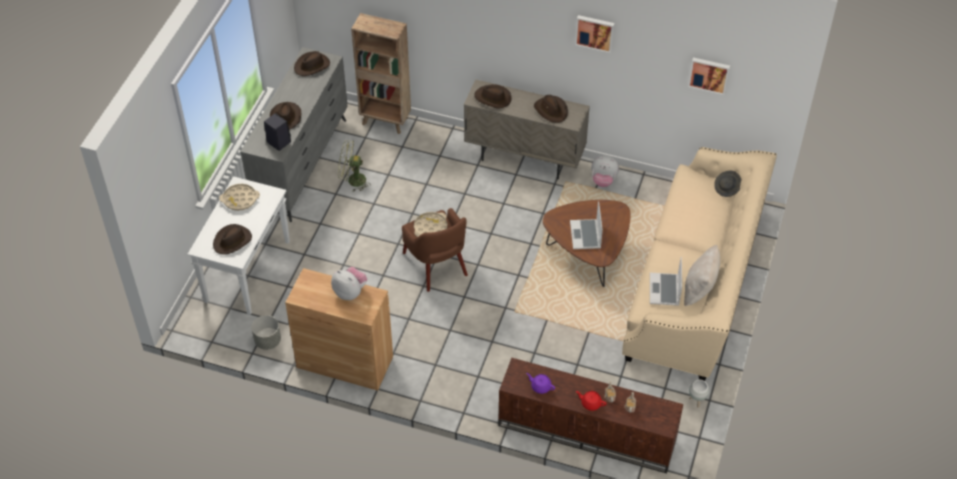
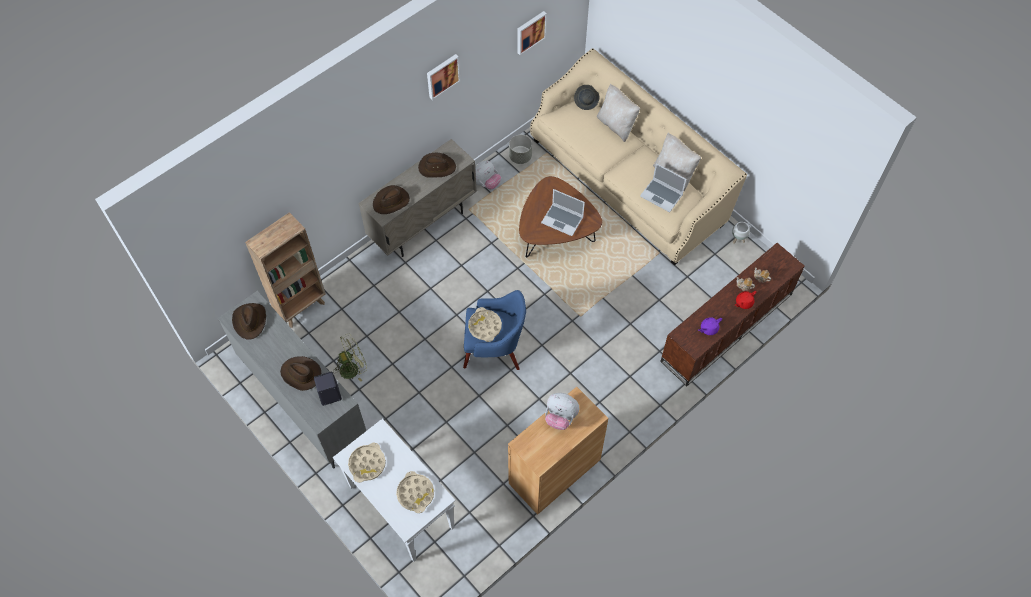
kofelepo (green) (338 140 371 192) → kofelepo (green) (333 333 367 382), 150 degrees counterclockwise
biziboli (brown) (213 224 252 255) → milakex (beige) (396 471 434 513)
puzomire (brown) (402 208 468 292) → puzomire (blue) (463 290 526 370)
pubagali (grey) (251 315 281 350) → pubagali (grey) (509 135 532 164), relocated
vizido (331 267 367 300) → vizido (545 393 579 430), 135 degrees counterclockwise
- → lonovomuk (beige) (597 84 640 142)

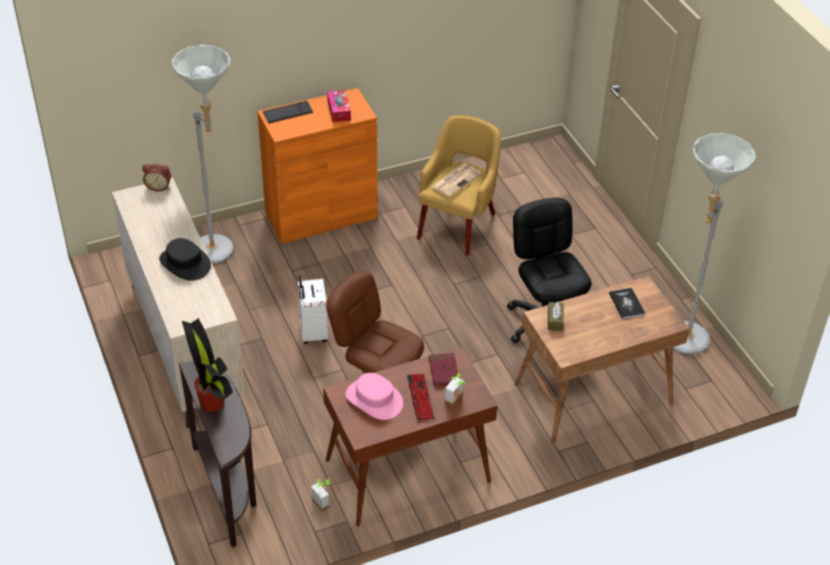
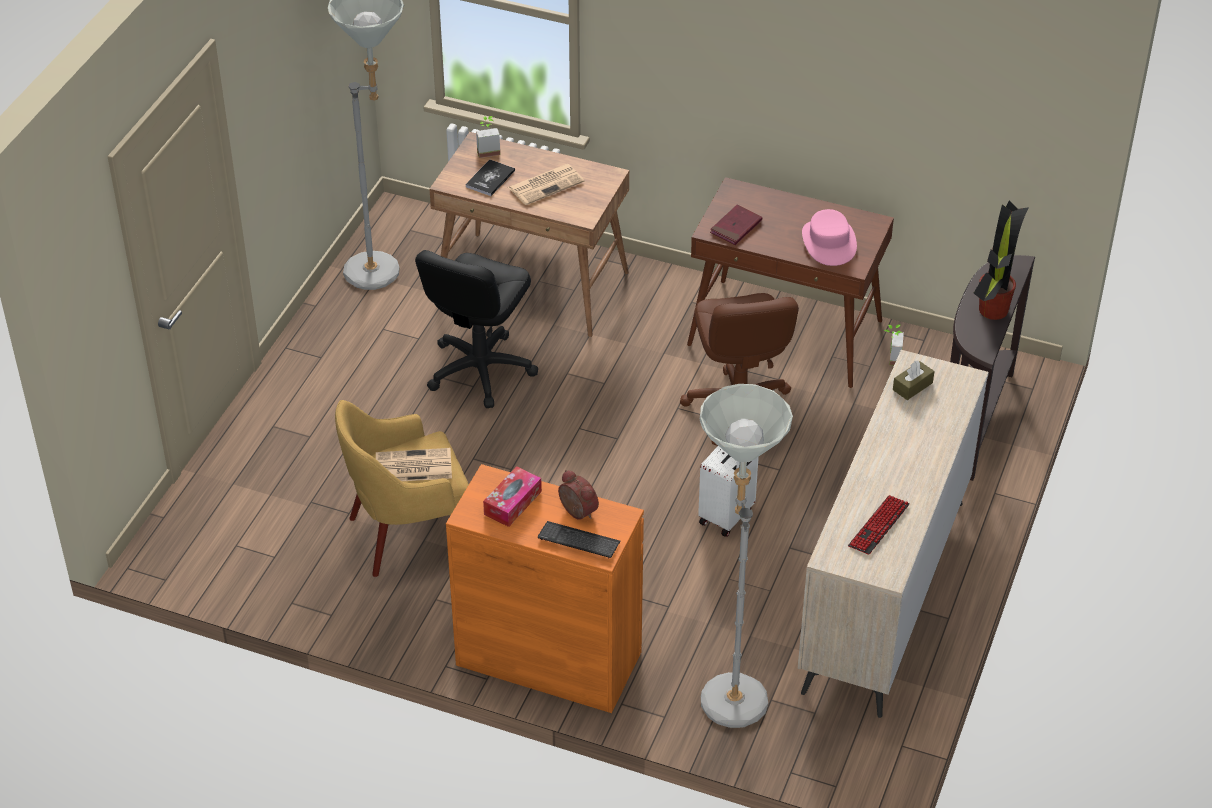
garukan (445 373 466 407) → garukan (476 116 500 158), relocated
- → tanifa (508 164 585 205)
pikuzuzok (142 164 171 192) → pikuzuzok (558 470 599 520), relocated
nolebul (407 374 434 421) → nolebul (848 495 910 555), relocated
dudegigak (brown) (548 302 564 331) → dudegigak (brown) (893 361 934 400), relocated
biziboli (black) (159 238 211 281) → -

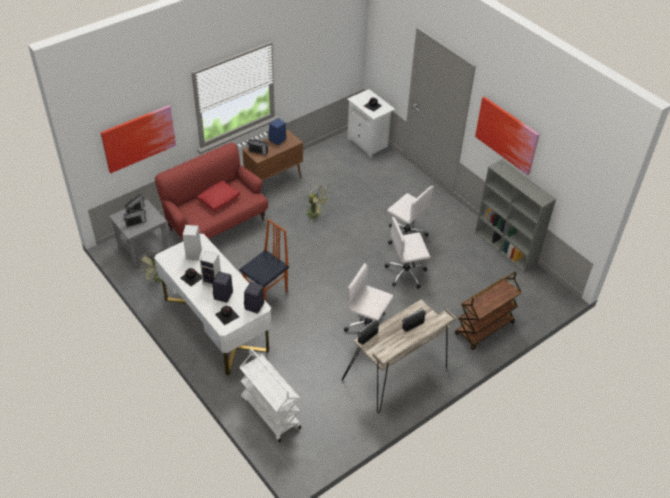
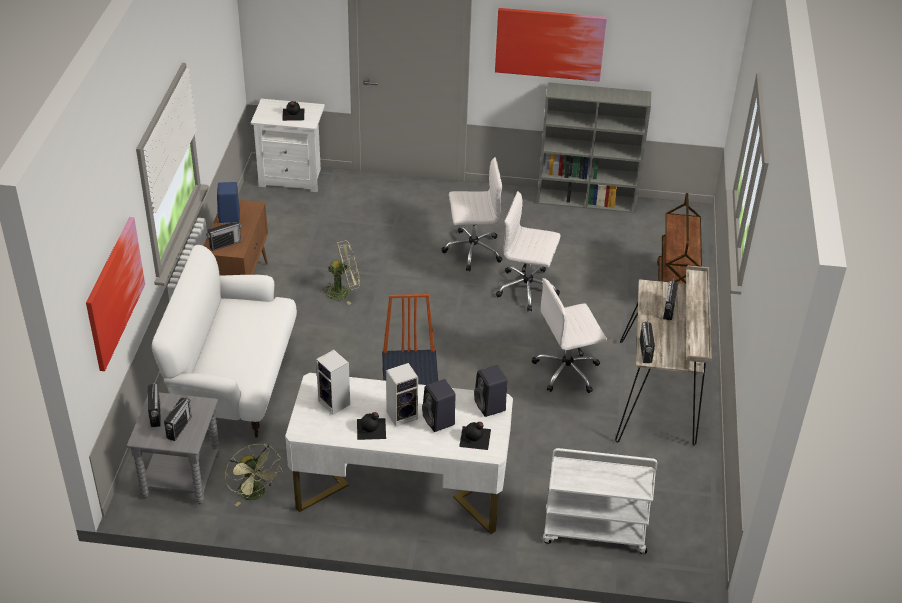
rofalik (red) (155 142 268 240) → rofalik (white) (152 245 297 438)
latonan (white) (385 217 430 289) → latonan (white) (496 191 560 311), 75 degrees clockwise
lonovomuk (red) (197 181 240 211) → -

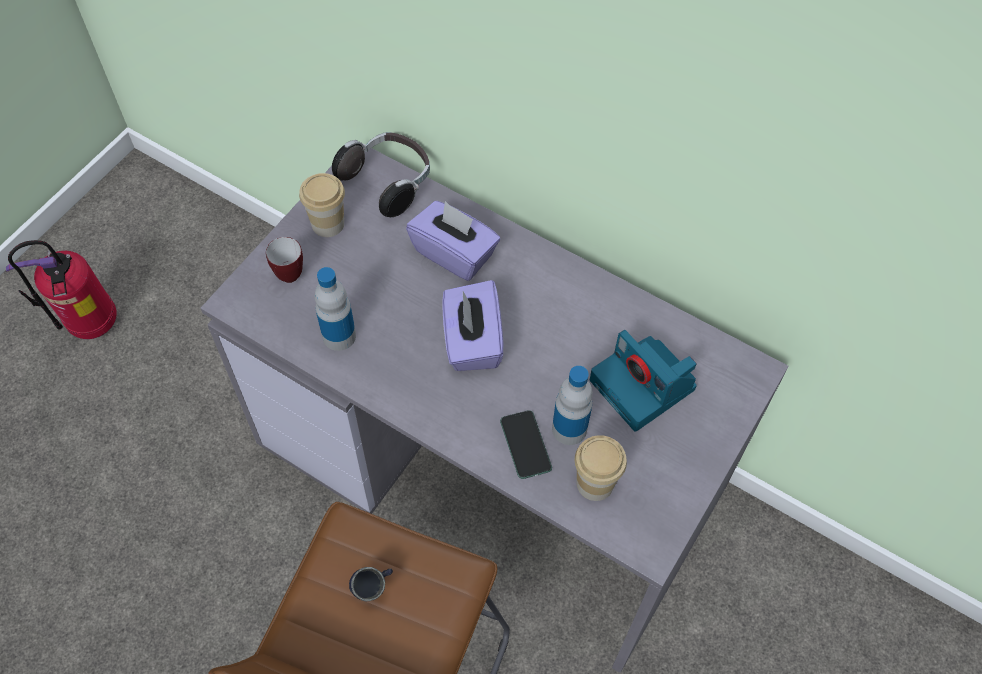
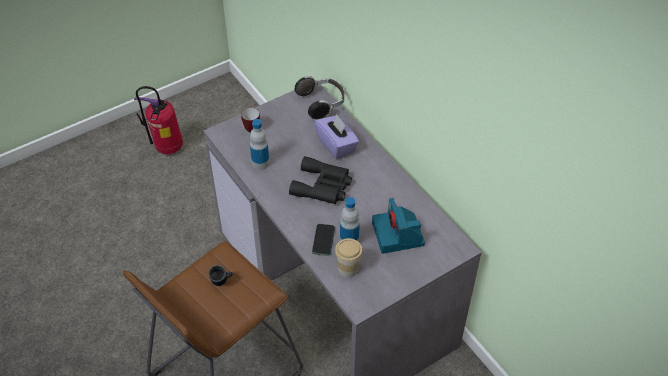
dudegigak (purple) (442 280 503 371) → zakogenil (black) (289 156 352 204)
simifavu (299 173 345 237) → -

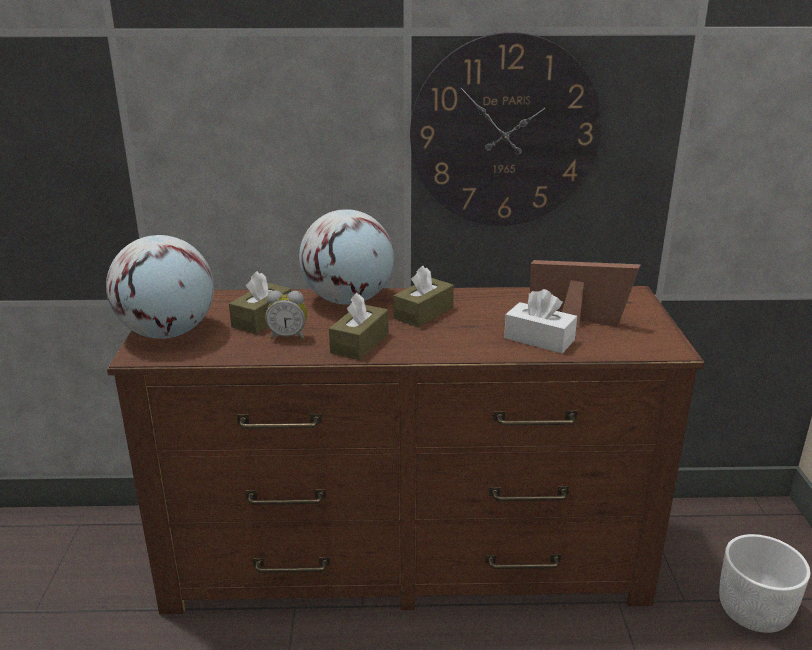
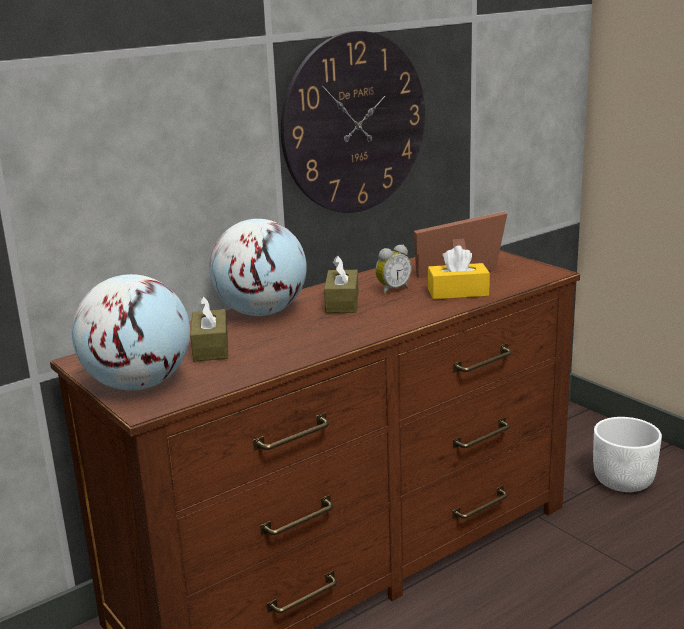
pikuzuzok (265 290 307 340) → pikuzuzok (375 244 412 294), relocated
dudegigak (white) (504 289 577 353) → dudegigak (yellow) (428 246 490 300)
dudegigak (brown) (329 293 388 360) → -

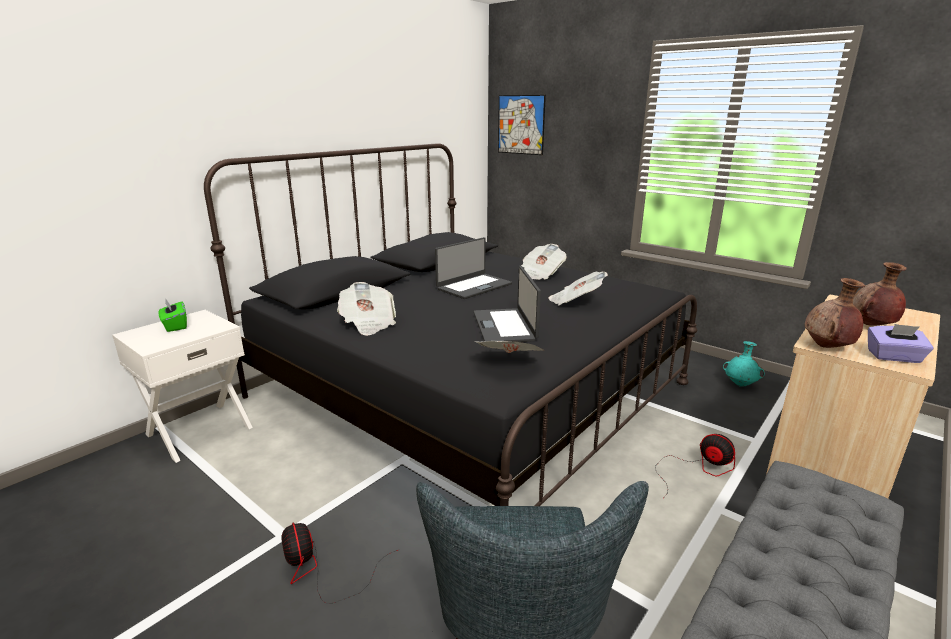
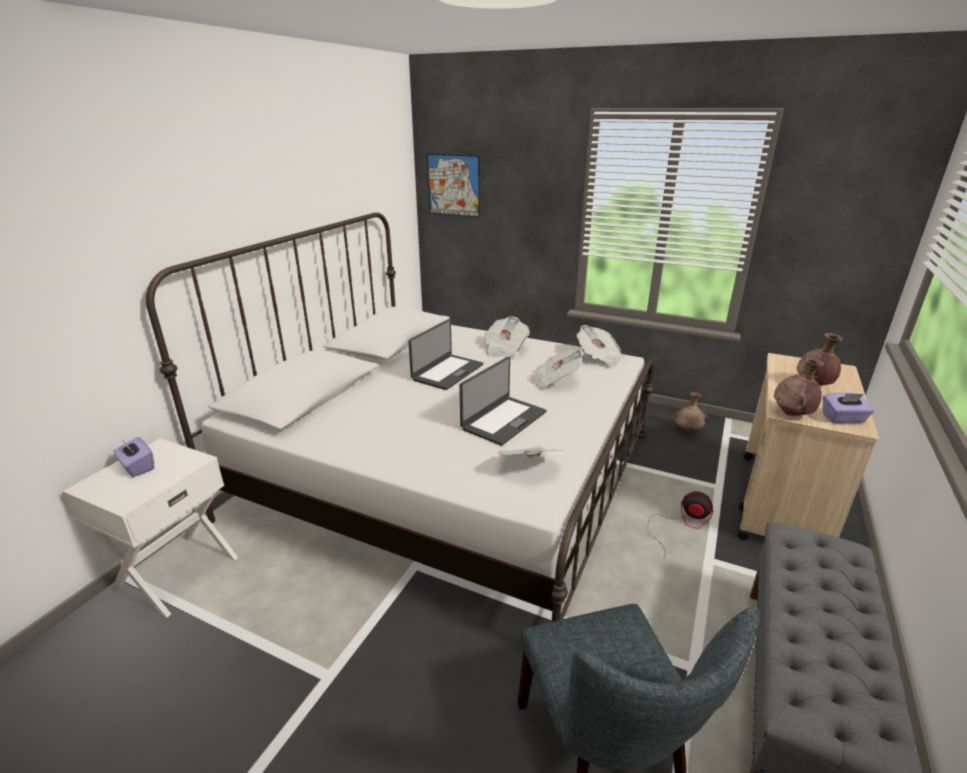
dudegigak (green) (159 298 187 332) → dudegigak (purple) (113 437 154 477)
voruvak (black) (204 143 697 506) → voruvak (white) (146 212 653 622)
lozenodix (474 266 541 342) → lozenodix (459 357 547 446), 120 degrees counterclockwise
tanifa (337 282 396 336) → tanifa (577 325 624 368), relocated
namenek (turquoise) (723 341 765 387) → namenek (brown) (673 392 709 433)
kofelepo (281 522 400 603) → -

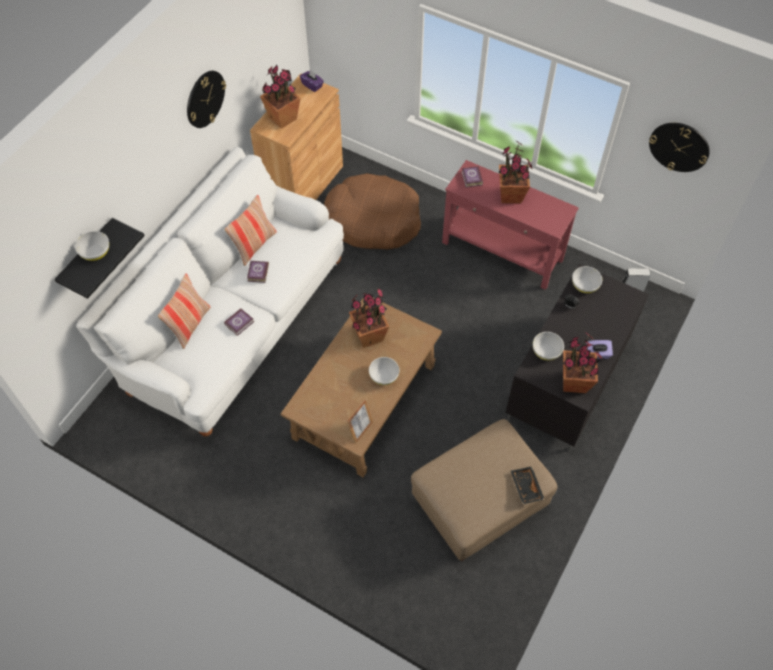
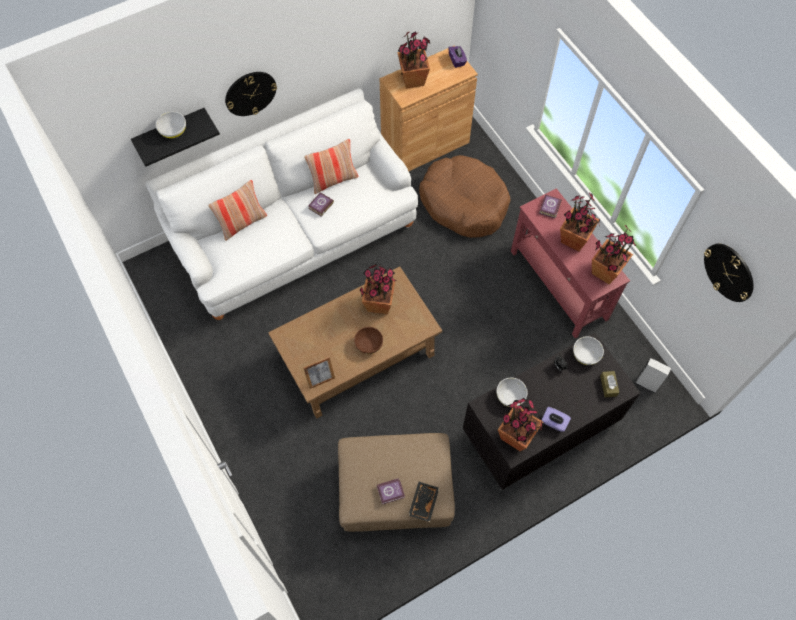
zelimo (187 71 226 128) → zelimo (225 72 277 116), relocated
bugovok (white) (369 357 399 385) → bugovok (brown) (354 327 383 354)
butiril (224 308 254 336) → butiril (377 478 405 505), relocated
- → garukan (592 225 636 284)
- → dudegigak (brown) (600 371 619 397)

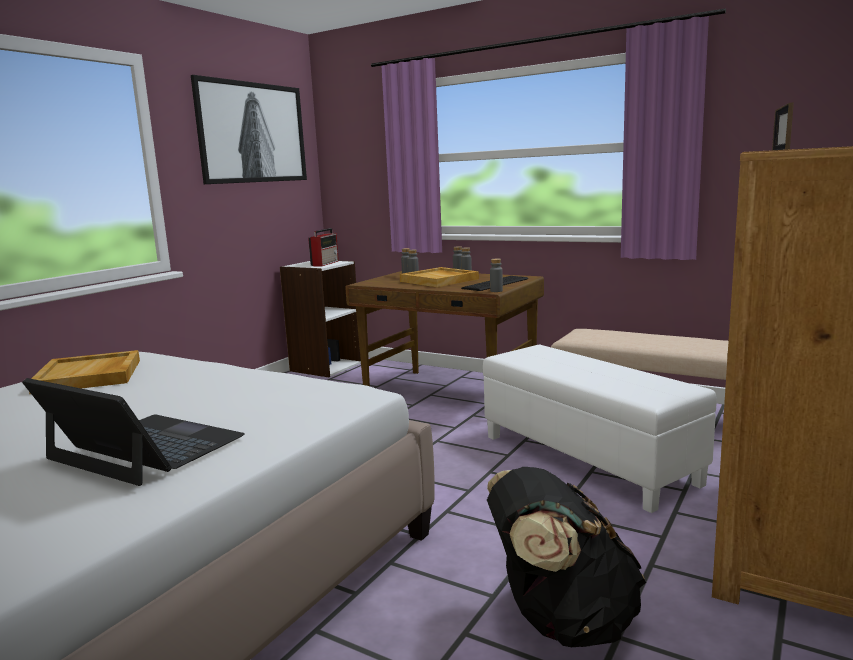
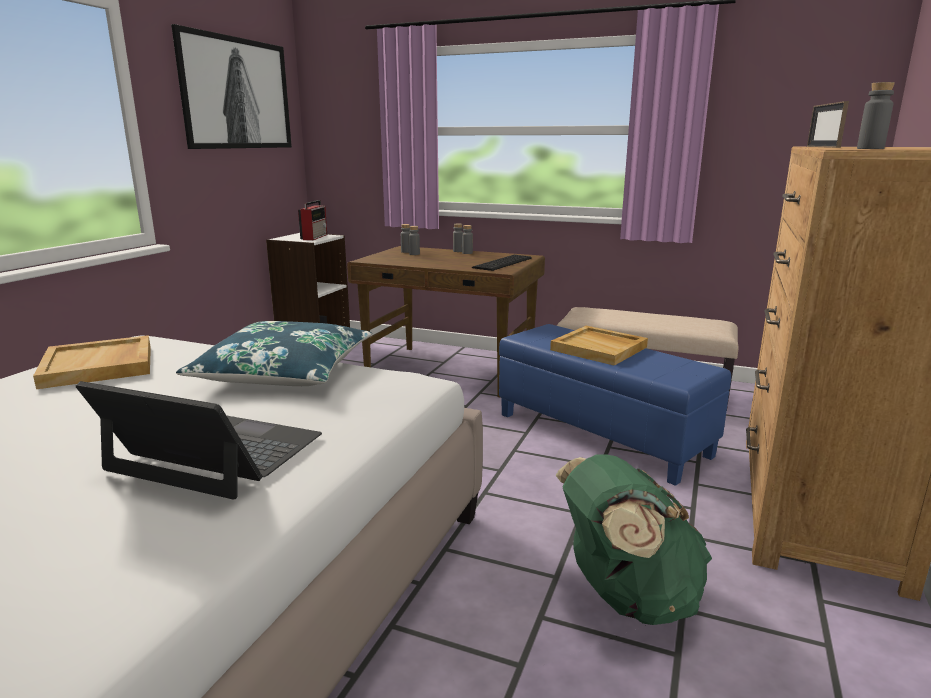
- → lonovomuk (blue) (176 321 372 386)
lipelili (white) (483 345 717 513) → lipelili (blue) (499 324 731 486)
milakex (beige) (400 267 479 287) → milakex (beige) (550 326 648 366), relocated
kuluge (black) (487 467 646 647) → kuluge (green) (556 454 712 625)
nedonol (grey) (490 259 503 292) → nedonol (grey) (857 82 895 149), relocated

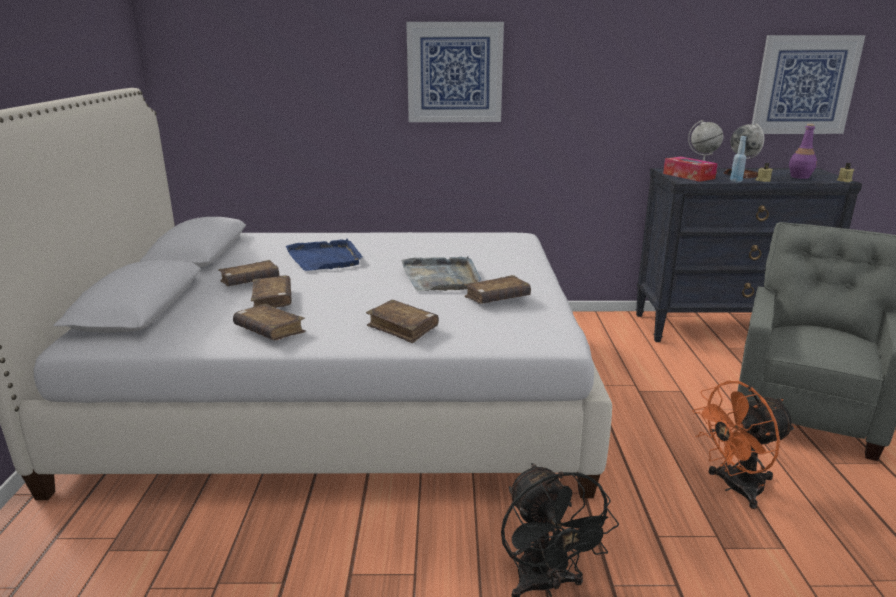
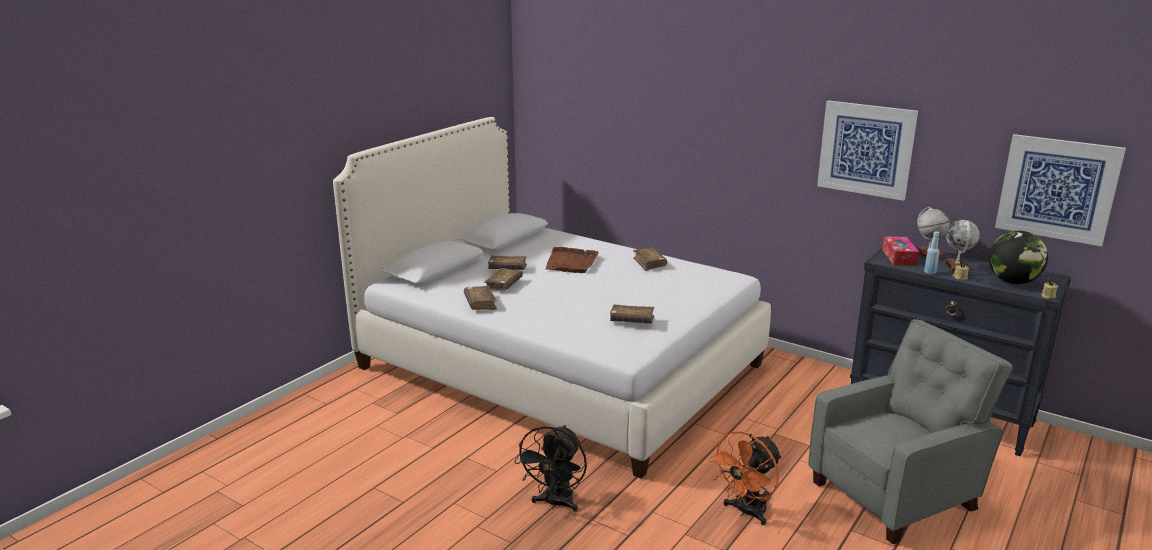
milakex (blue) (286 239 363 271) → milakex (brown) (545 247 599 273)
butiril (brown) (366 300 439 343) → butiril (brown) (633 247 667 271), relocated
kofelepo (orange) (692 381 795 509) → kofelepo (orange) (708 431 782 525), 60 degrees counterclockwise
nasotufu (406 22 504 122) → nasotufu (817 100 918 201), relocated
nedonol (purple) (789 124 817 179) → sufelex (988 231 1048 284)
milakex (grey) (402 256 481 291) → -

